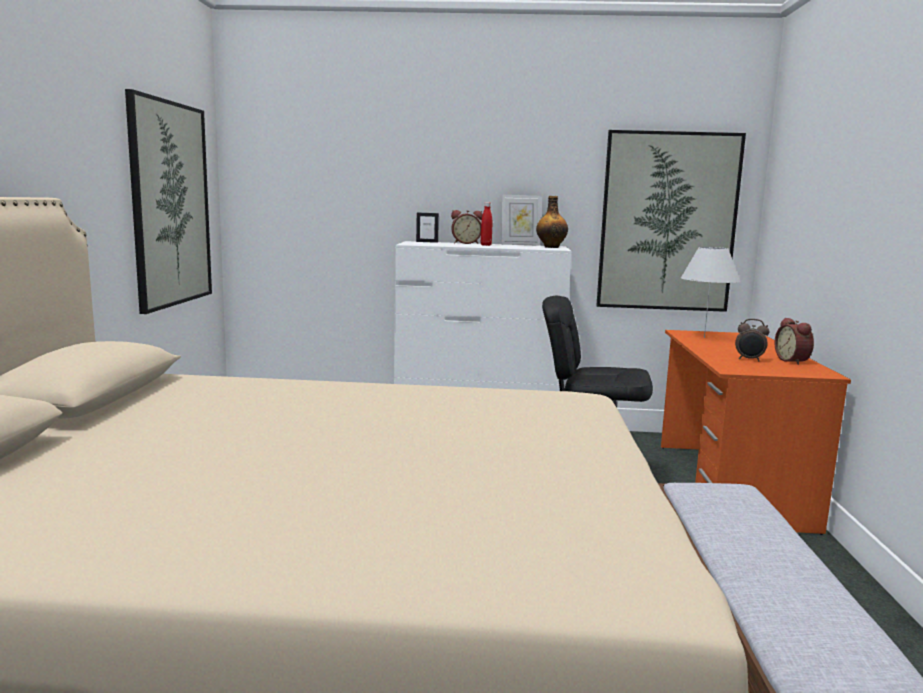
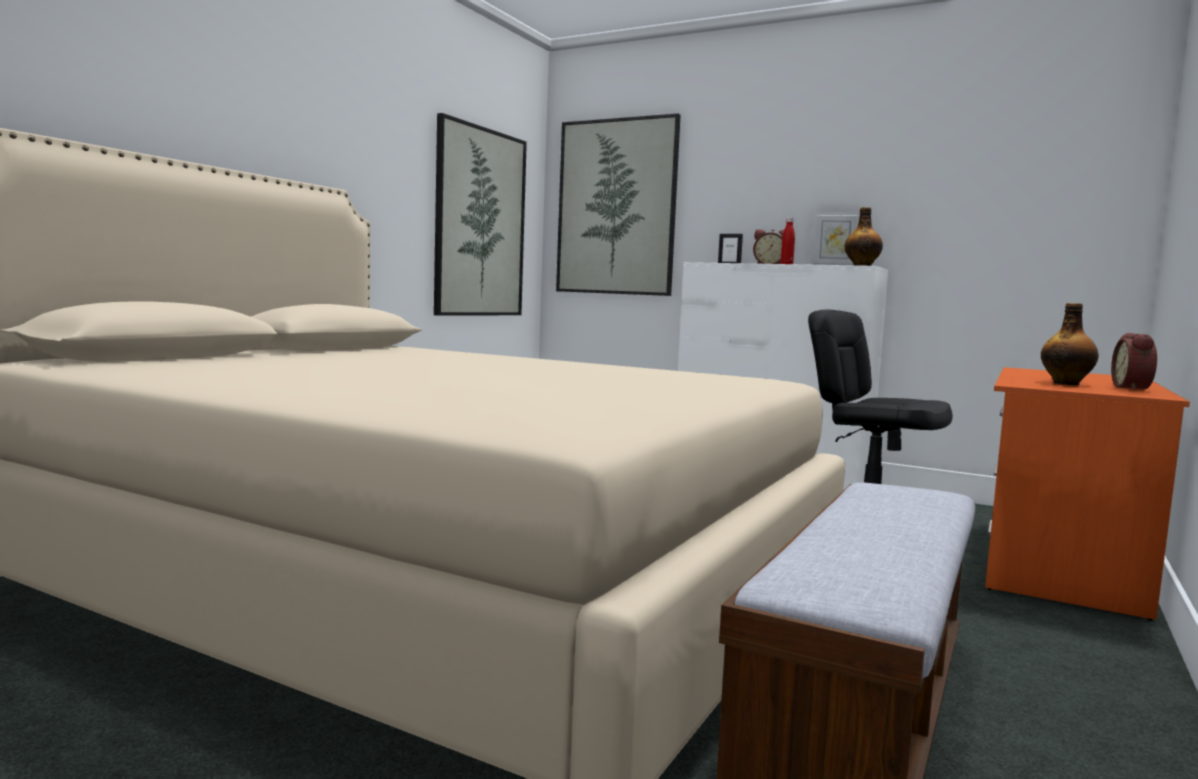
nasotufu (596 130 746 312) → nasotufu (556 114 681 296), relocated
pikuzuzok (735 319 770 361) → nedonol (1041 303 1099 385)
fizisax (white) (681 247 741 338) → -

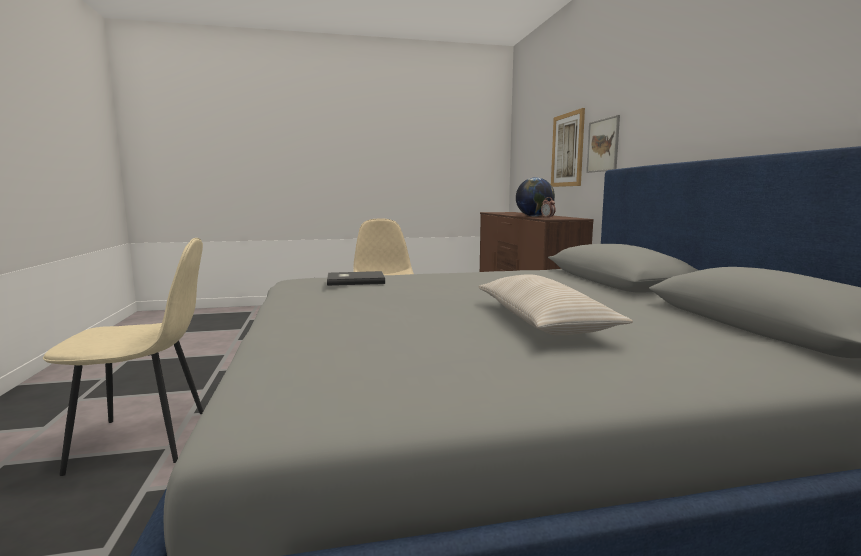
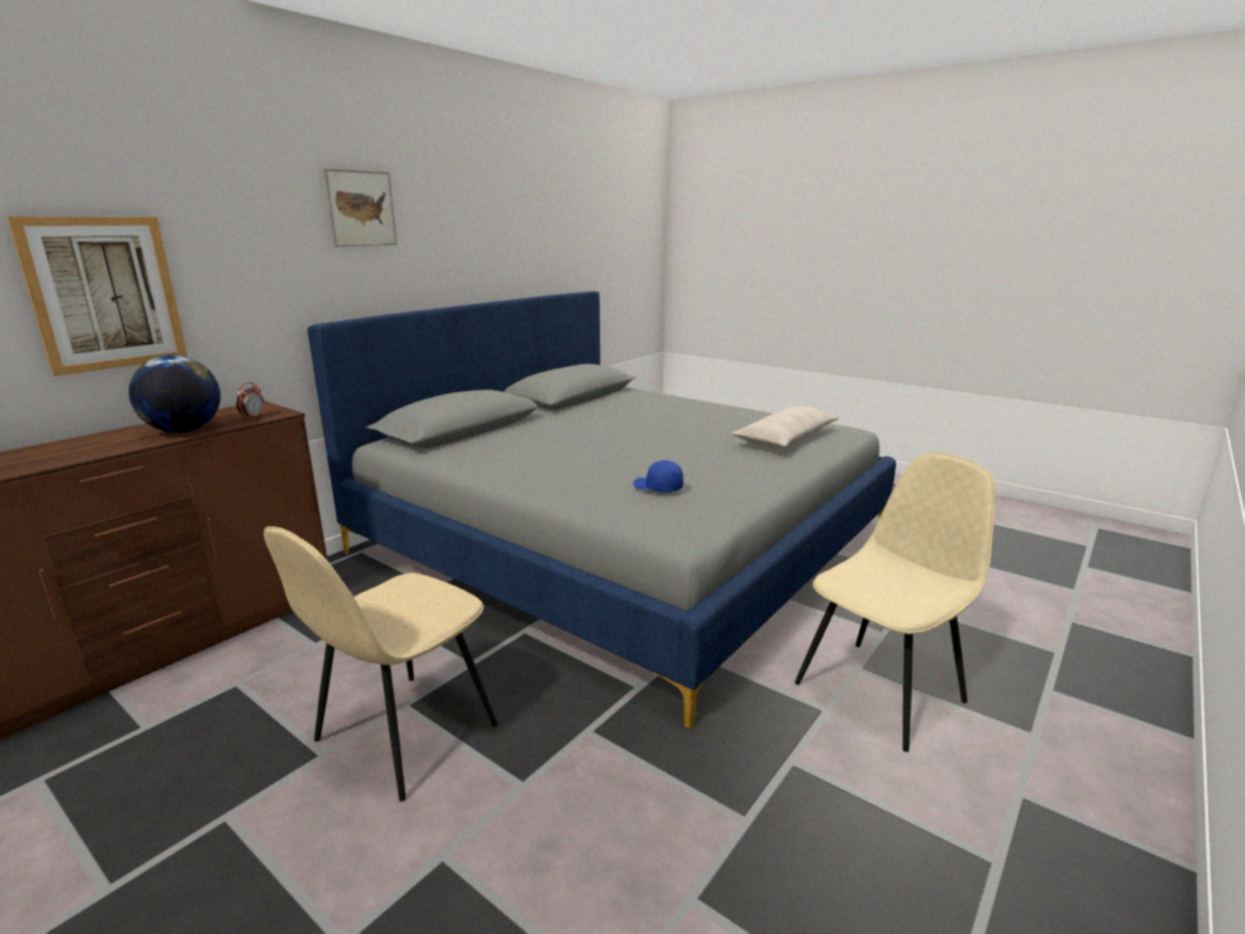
nasotufu (586 115 620 173) → nasotufu (323 168 397 247), relocated
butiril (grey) (327 271 385 286) → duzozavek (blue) (633 460 683 492)
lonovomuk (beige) (479 274 633 336) → lonovomuk (beige) (731 406 839 449), relocated
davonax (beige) (43 238 203 476) → davonax (beige) (795 452 995 752), 105 degrees clockwise

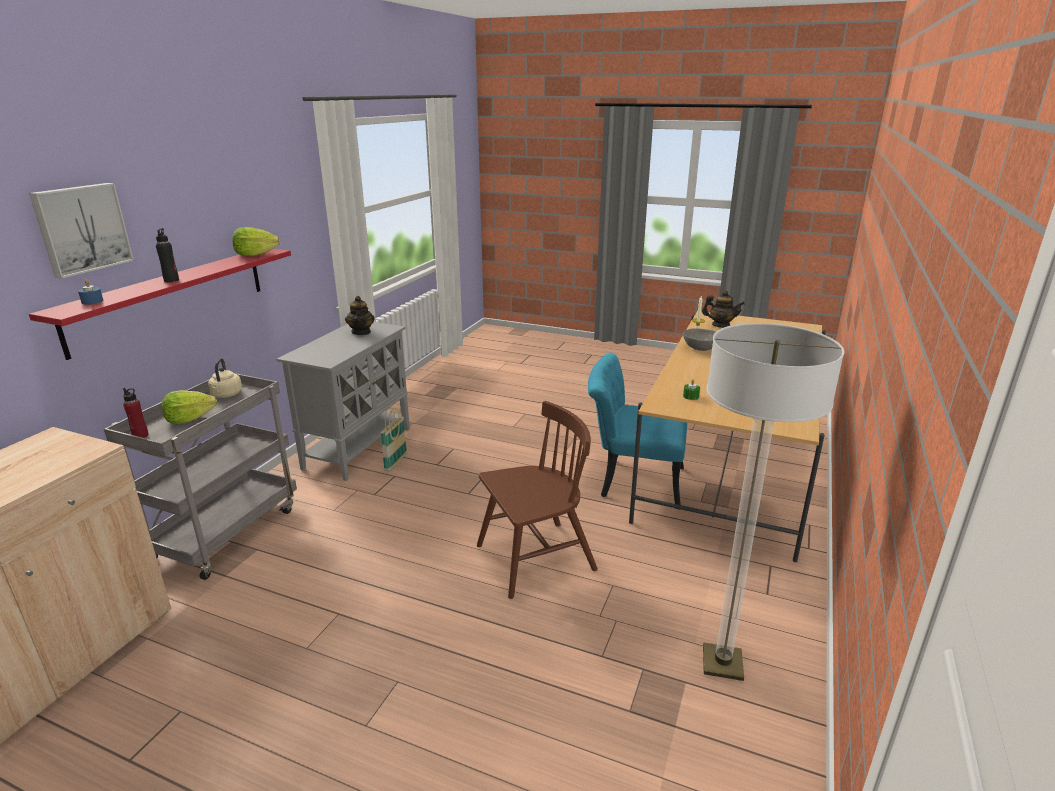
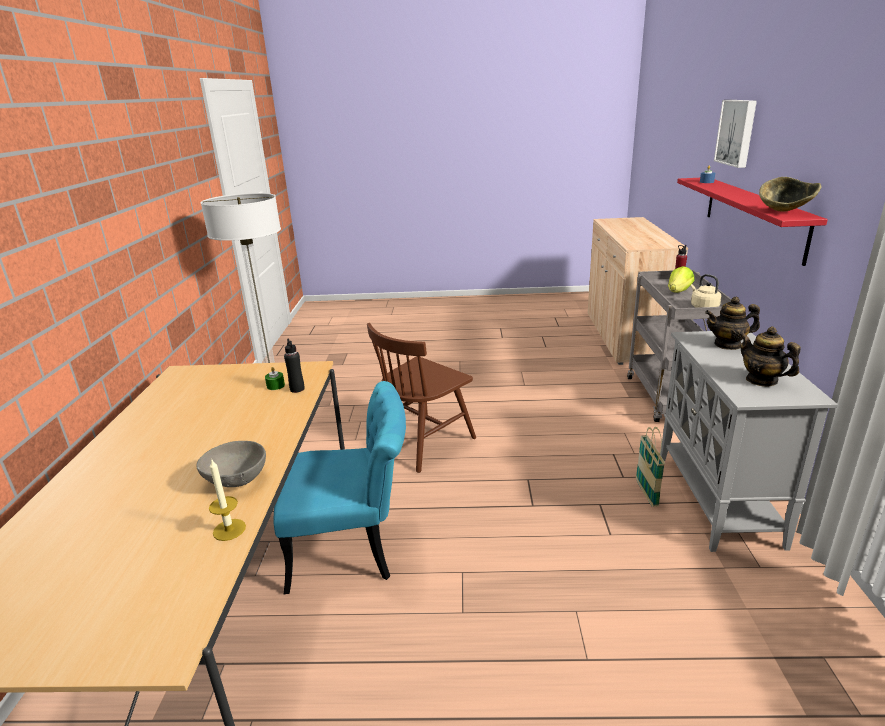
nedonol (black) (156 228 179 282) → nedonol (black) (284 338 305 393), relocated
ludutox (702 290 745 328) → ludutox (705 297 760 350), relocated
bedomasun (233 227 280 256) → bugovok (759 177 821 212)

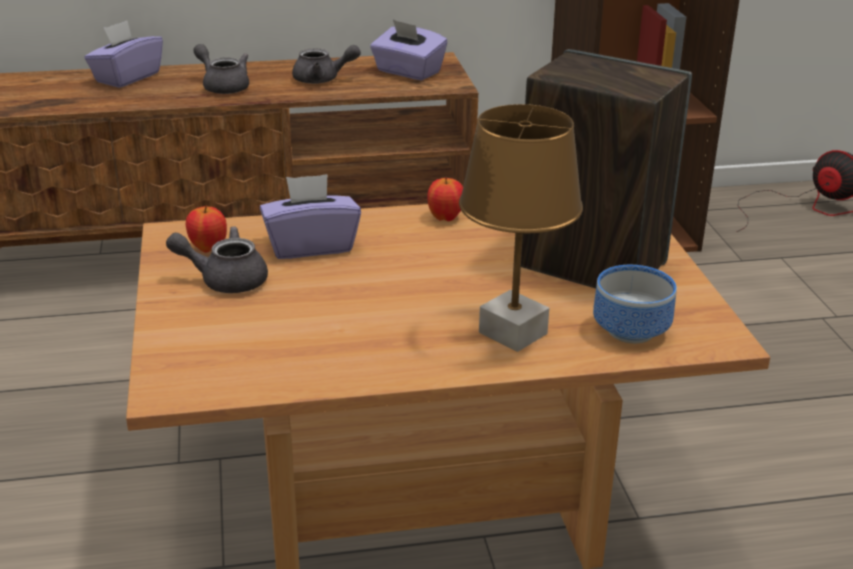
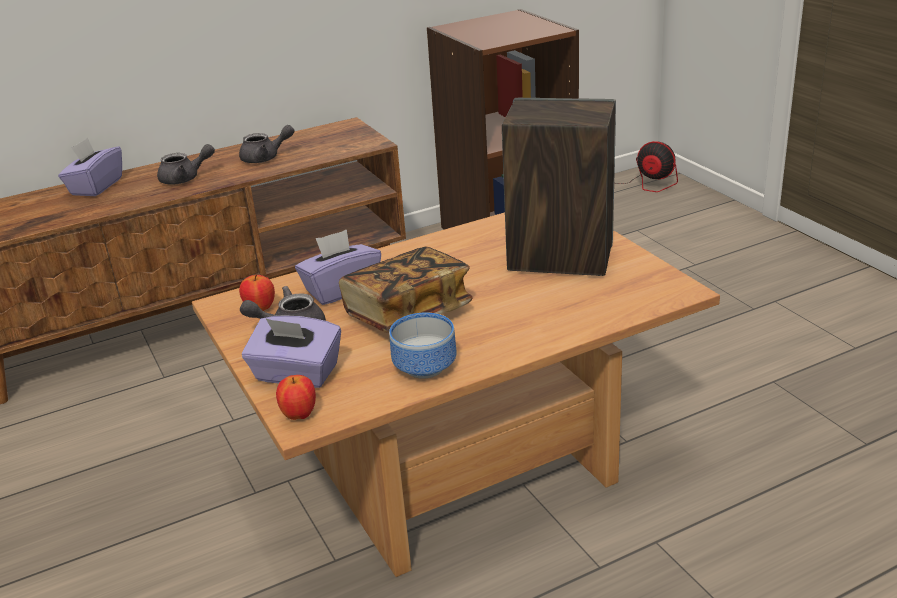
ludutox (grey) (193 44 249 94) → ludutox (grey) (157 144 215 185), 135 degrees clockwise
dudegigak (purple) (370 20 448 80) → dudegigak (purple) (242 316 341 388), relocated
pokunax (427 177 463 221) → pokunax (276 375 316 420), relocated
- → butiril (339 247 473 333)
bugovok (593 265 677 343) → bugovok (389 313 457 379), relocated
fizisax (brown) (459 104 583 352) → -

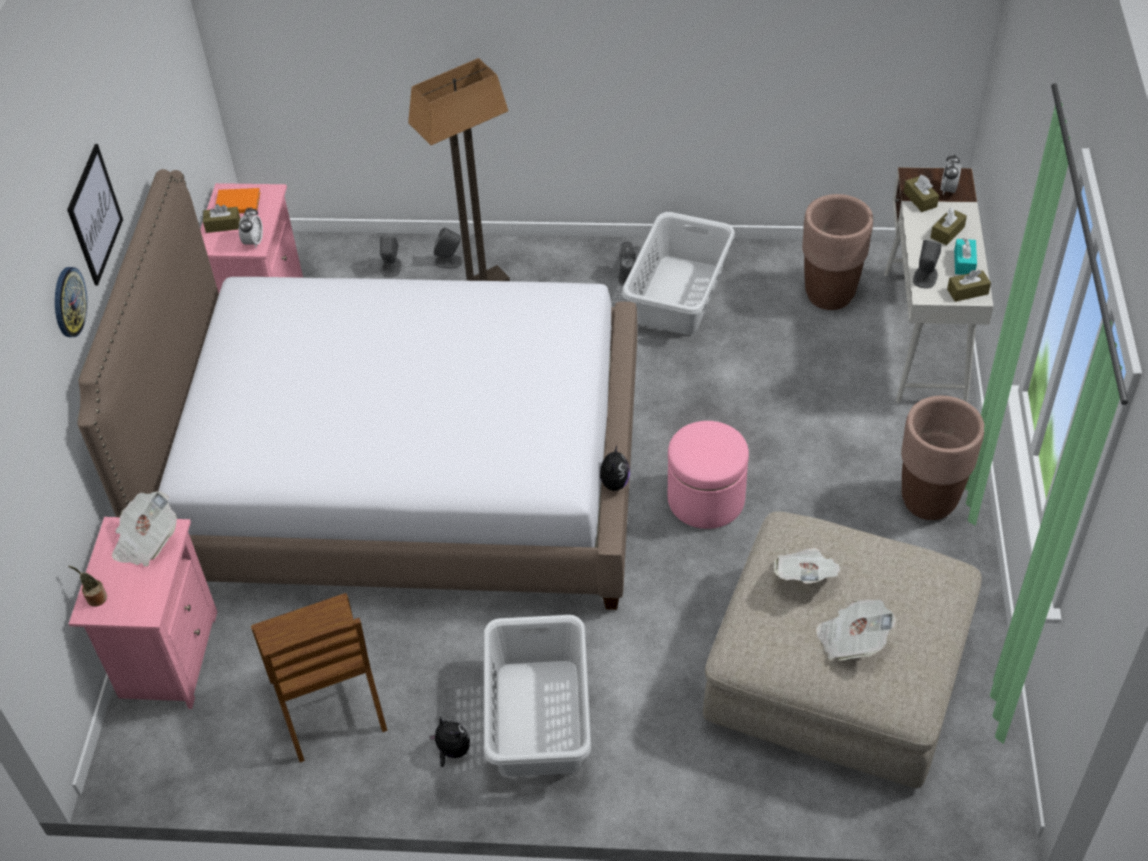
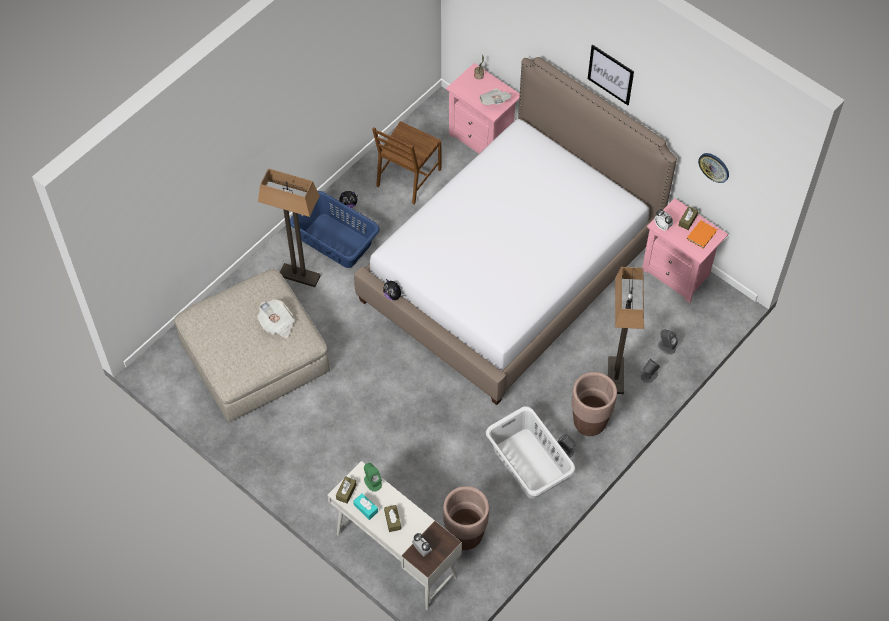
- → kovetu (258 168 321 287)
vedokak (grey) (484 615 591 777) → vedokak (blue) (290 191 380 268)
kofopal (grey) (913 240 942 289) → kofopal (green) (364 463 382 492)
davonax (brown) (251 593 388 762) → davonax (brown) (372 121 442 204), 75 degrees counterclockwise
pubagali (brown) (901 396 984 520) → pubagali (brown) (571 372 617 436), relocated
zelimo (55 267 87 337) → zelimo (698 153 729 183), relocated
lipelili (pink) (668 421 749 529) → -
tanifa (815 600 896 660) → -
dudegigak (brown) (904 174 939 212) → -

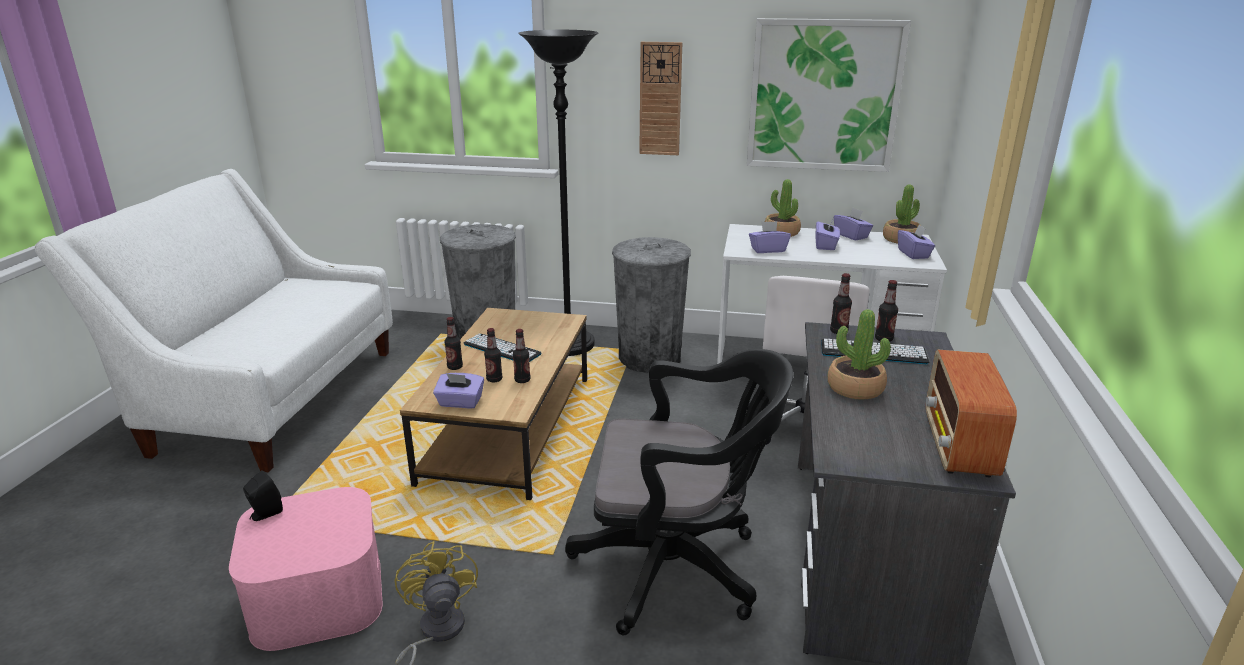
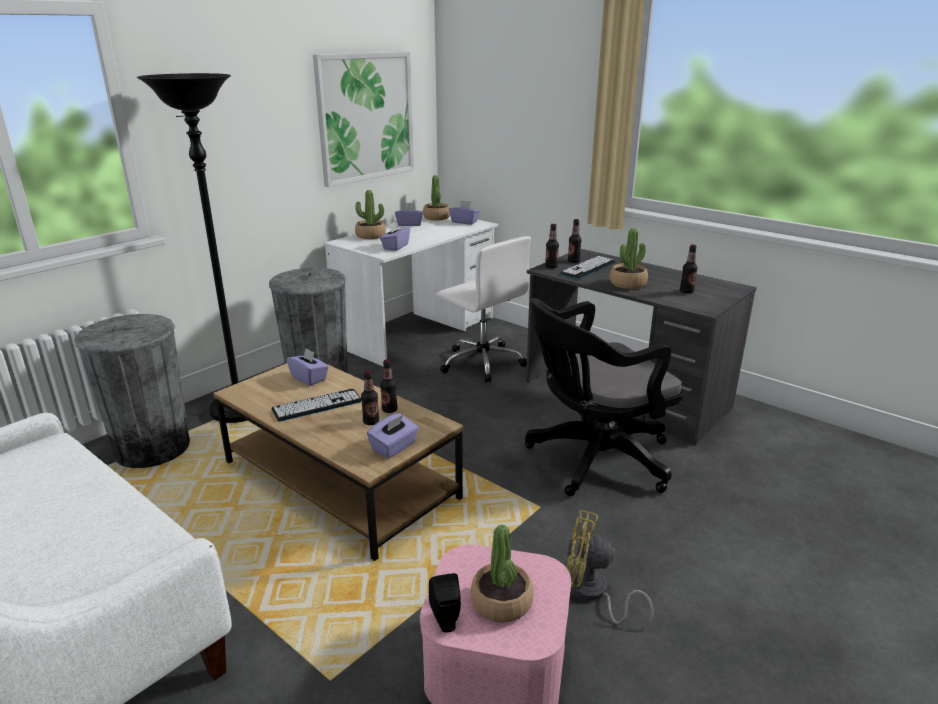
dudegigak (purple) (815 219 840 250) → dudegigak (purple) (287 347 329 386), relocated
- → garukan (471 525 534 623)
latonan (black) (565 349 793 635) → latonan (black) (525 298 684 496), 150 degrees counterclockwise
nedonol (444 317 463 370) → nedonol (680 245 698 294), relocated
zelimo (639 42 682 155) → -
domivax (926 349 1017 477) → -

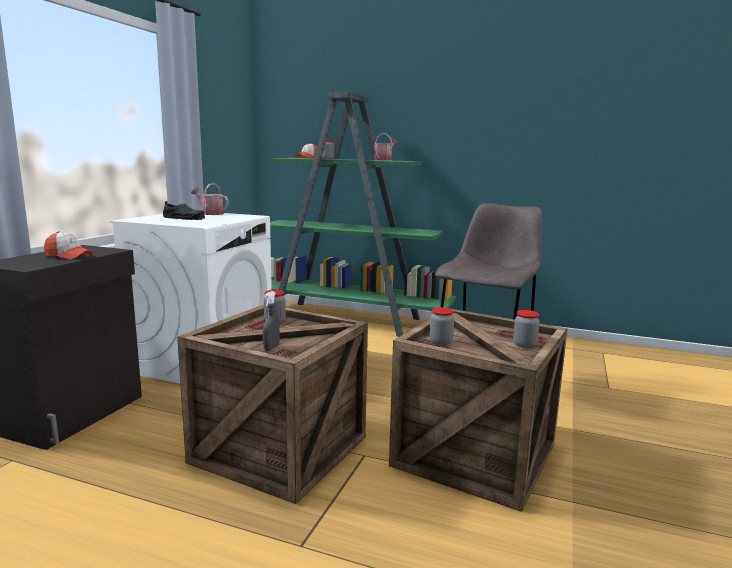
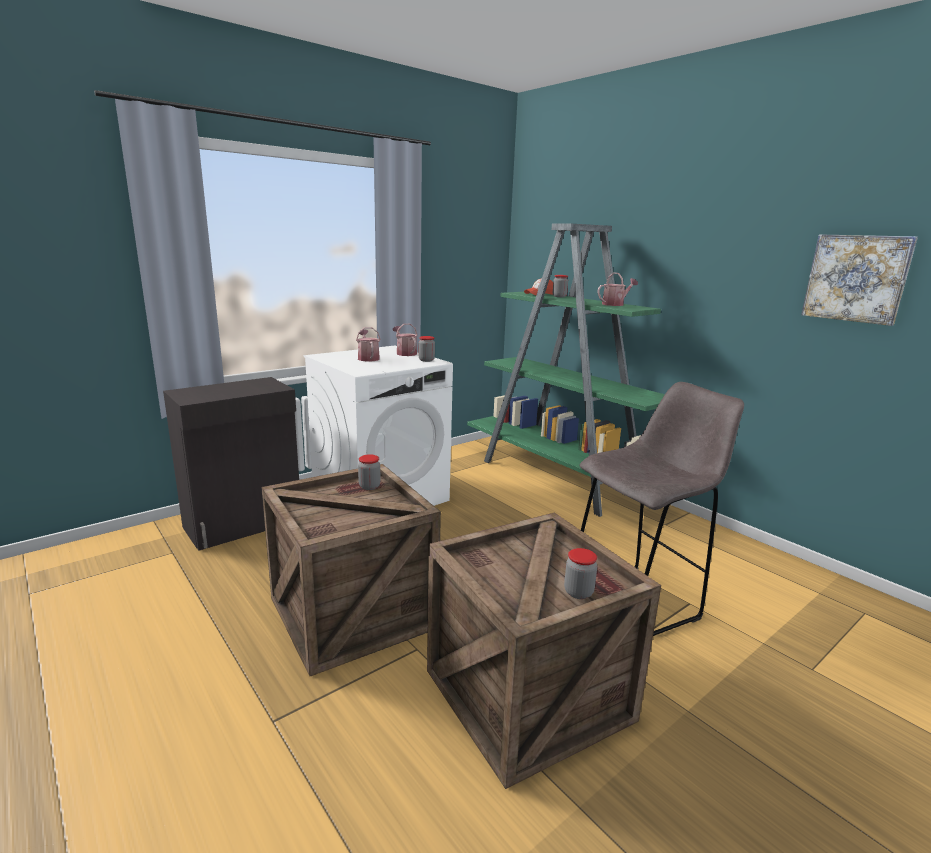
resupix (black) (163 201 205 220) → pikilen (356 327 381 362)
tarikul (430 307 454 345) → tarikul (419 336 435 362), relocated
- → nasotufu (801 234 918 326)
duzozavek (44 231 93 260) → -
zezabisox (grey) (263 291 280 351) → -

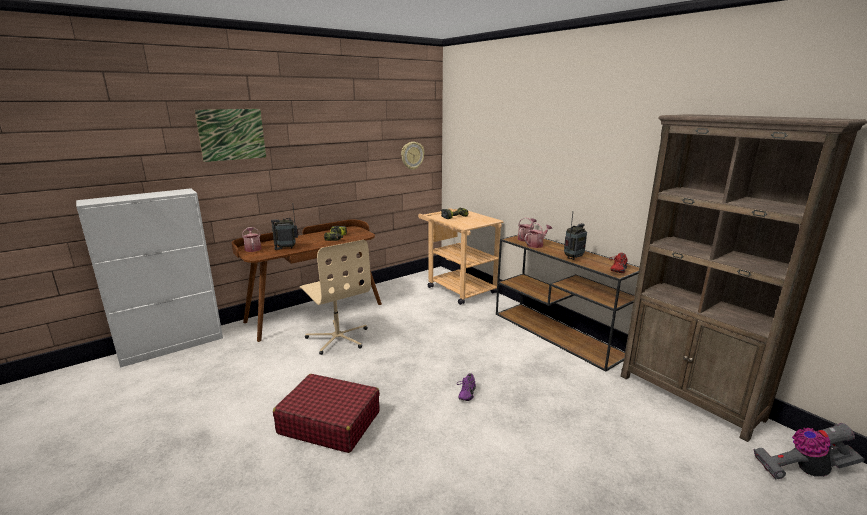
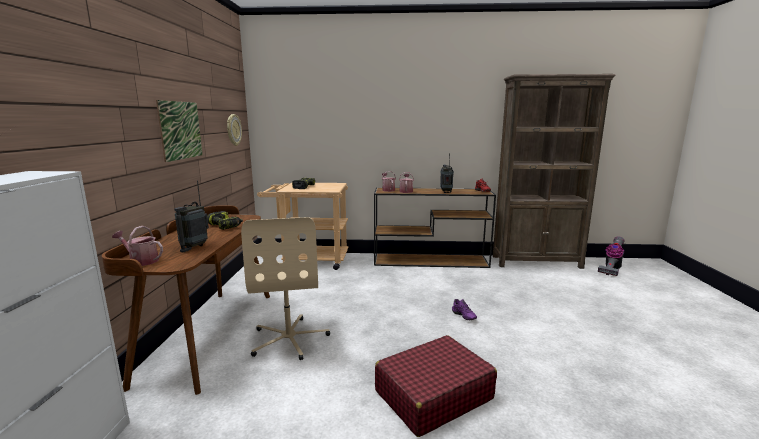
nasotufu (195 109 266 162) → nasotufu (156 100 203 162), relocated
latonan (beige) (300 240 371 355) → latonan (beige) (241 217 330 360), 75 degrees clockwise

